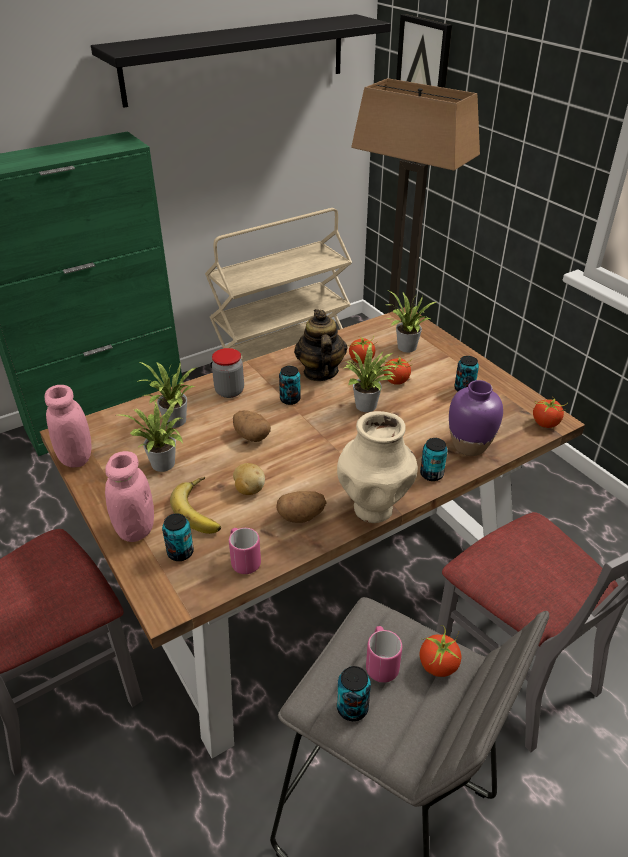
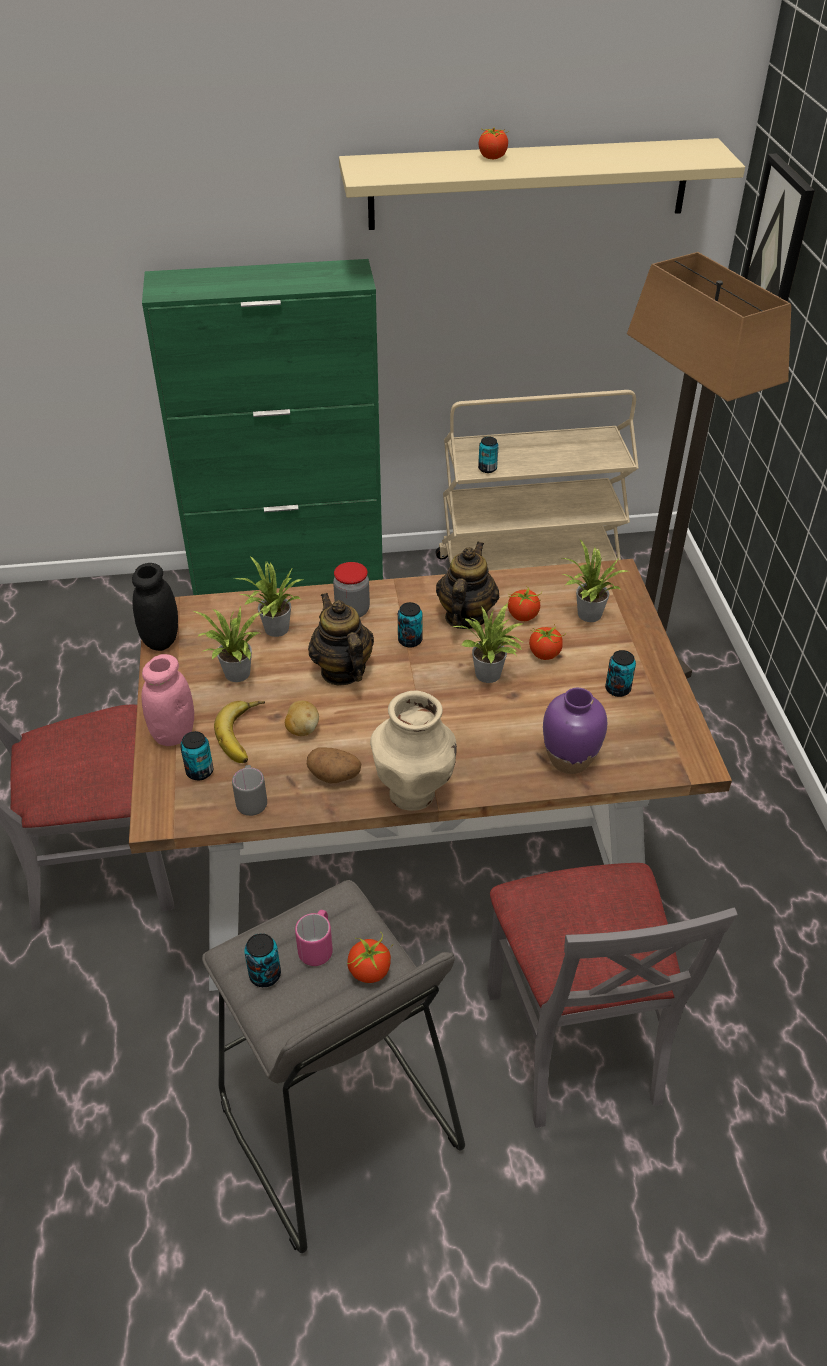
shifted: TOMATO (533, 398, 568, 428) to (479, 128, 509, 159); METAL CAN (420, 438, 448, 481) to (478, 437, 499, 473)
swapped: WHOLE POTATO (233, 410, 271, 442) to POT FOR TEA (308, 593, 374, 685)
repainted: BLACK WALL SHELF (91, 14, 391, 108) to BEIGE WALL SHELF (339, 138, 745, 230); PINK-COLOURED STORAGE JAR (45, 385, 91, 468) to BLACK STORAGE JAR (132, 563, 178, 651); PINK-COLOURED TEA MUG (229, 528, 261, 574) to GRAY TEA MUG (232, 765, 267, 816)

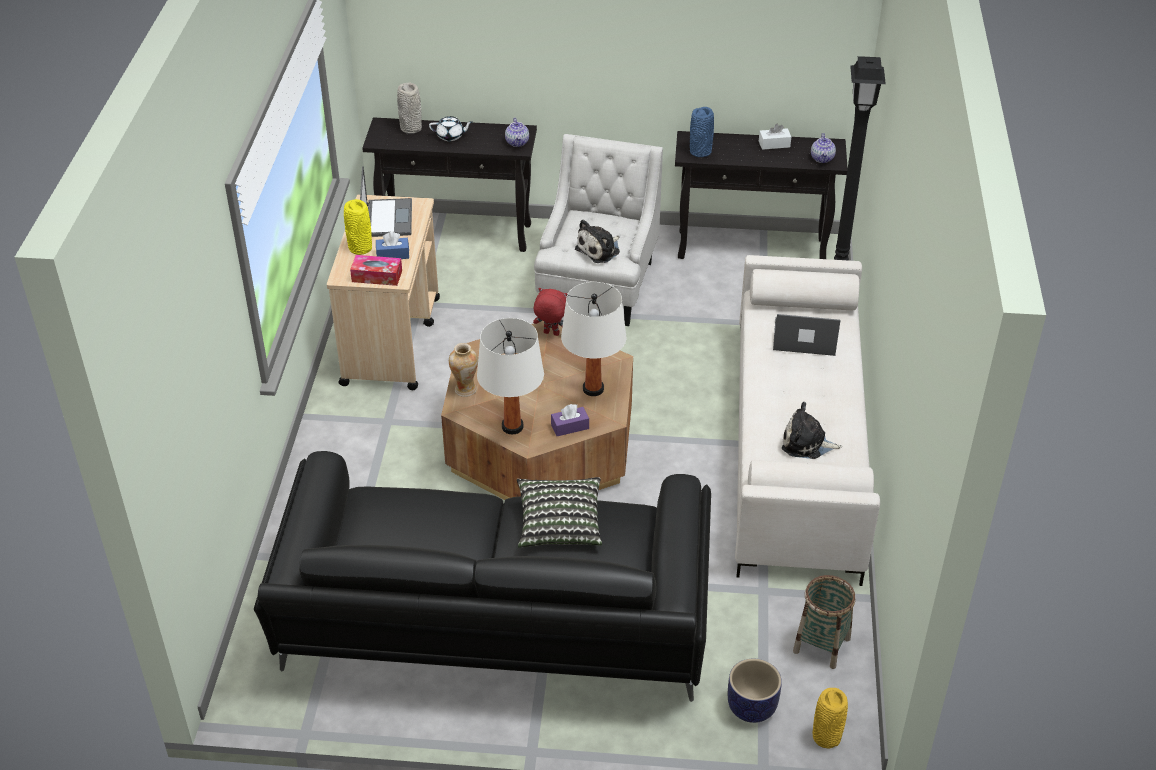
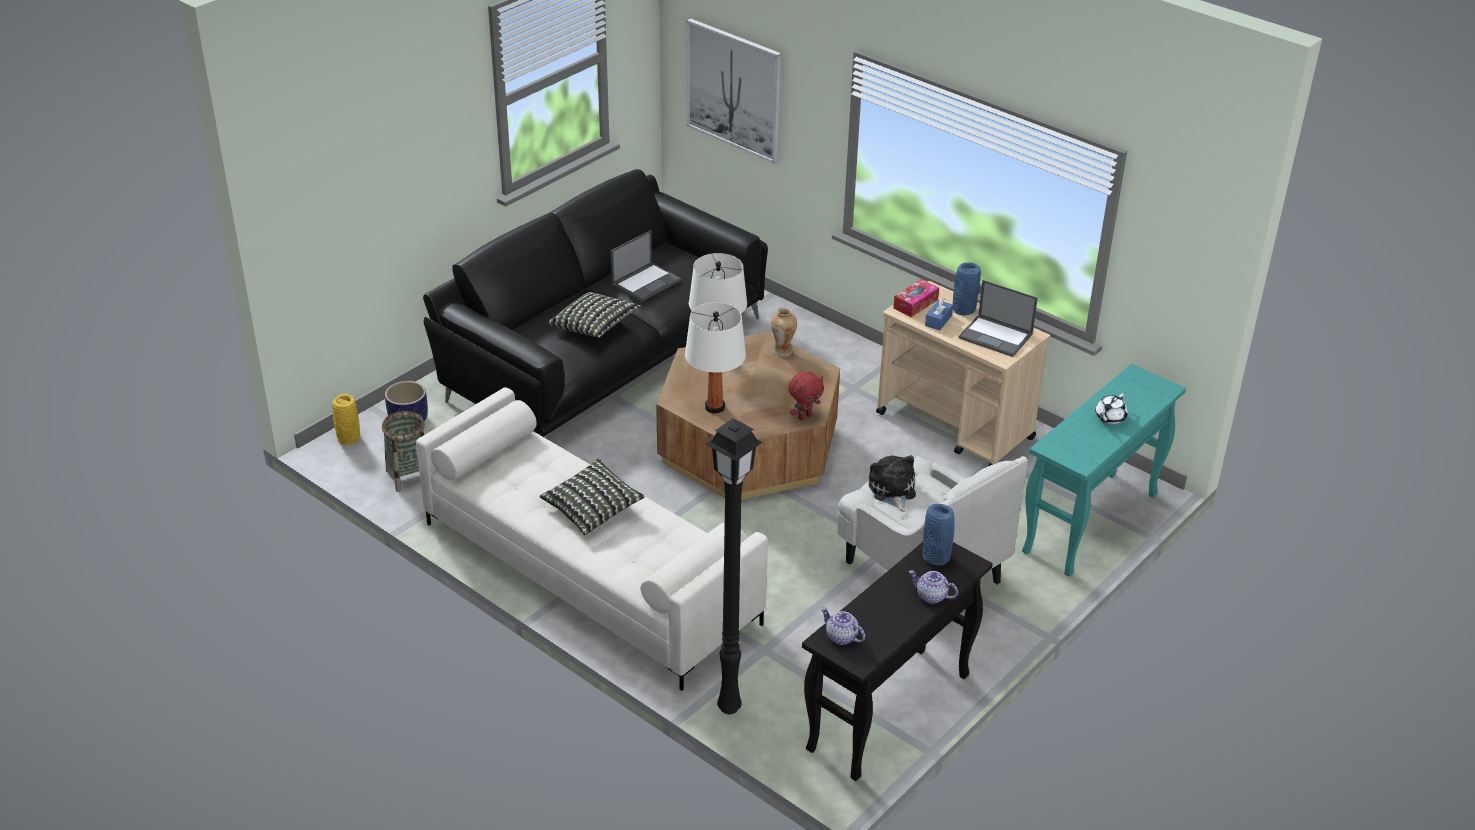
gone: GRAY DECORATIVE VASE (397, 83, 422, 134); WHITE-COLOURED TISSUE HOLDER (759, 124, 791, 150); SOFT TOY (782, 402, 842, 459); PURPLE-COLOURED TISSUE HOLDER (551, 404, 589, 436)
new: WALL PICTURE (687, 18, 781, 163); CUSHION (540, 458, 645, 535)
shifted: POT FOR TEA (505, 118, 529, 147) to (909, 570, 958, 604); NOTEBOOK COMPUTER (773, 314, 841, 356) to (611, 230, 681, 302)
repainted: BLACK NARROW TABLE (362, 117, 537, 252) to TURQUOISE-COLOURED NARROW TABLE (1022, 364, 1186, 576); YELLOW-COLOURED DECORATIVE VASE (344, 199, 372, 255) to BLUE DECORATIVE VASE (953, 262, 981, 315)

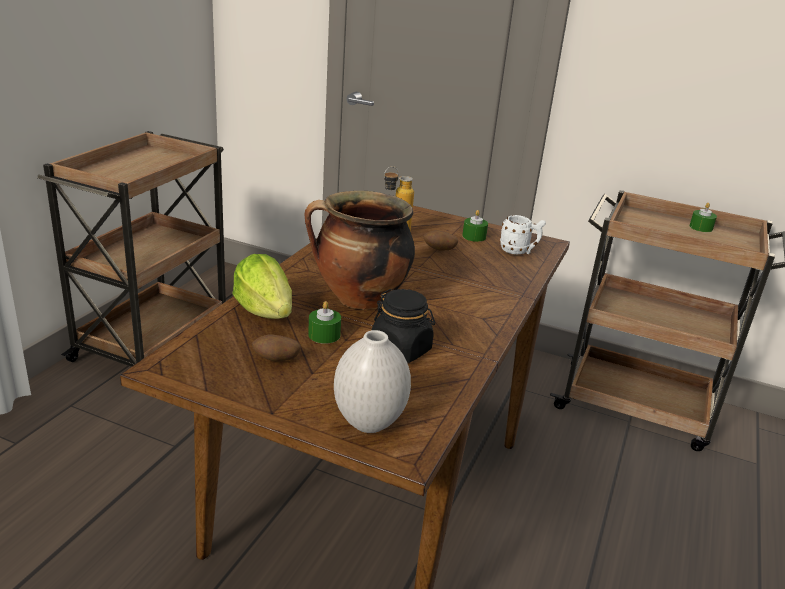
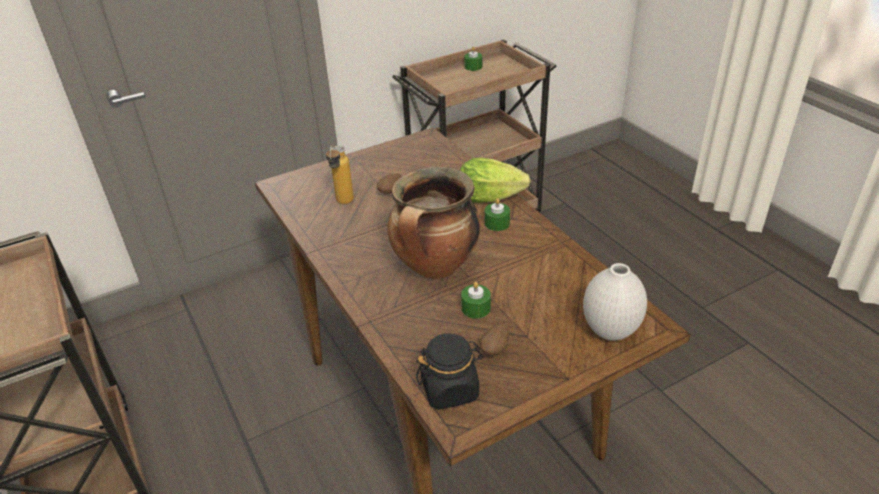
gone: WHITE-COLOURED TEA MUG (500, 215, 546, 254)
shifted: GREEN WAX CANDLE (462, 210, 488, 242) to (485, 198, 510, 231); LETTUCE HEAD (233, 254, 292, 319) to (460, 158, 531, 203); BLACK STORAGE JAR (372, 289, 435, 363) to (416, 333, 484, 410)

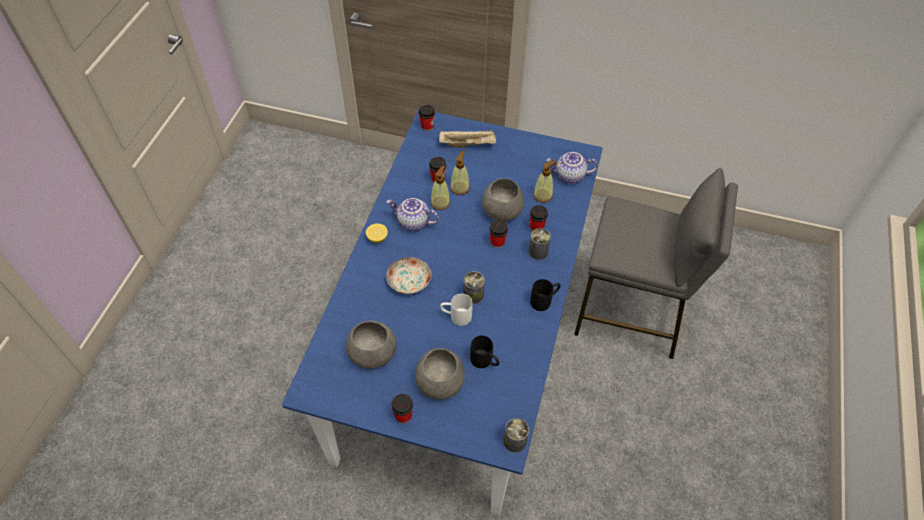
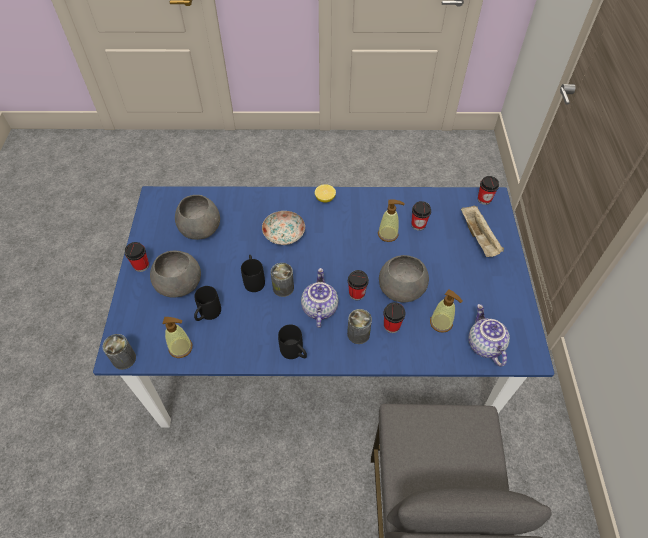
shifted: SOAP DISPENSER (450, 151, 470, 195) to (163, 317, 192, 358); POT FOR TEA (386, 198, 439, 231) to (301, 268, 338, 328)
repainted: WHITE-COLOURED TEA MUG (440, 294, 472, 326) to BLACK TEA MUG (241, 255, 265, 292)

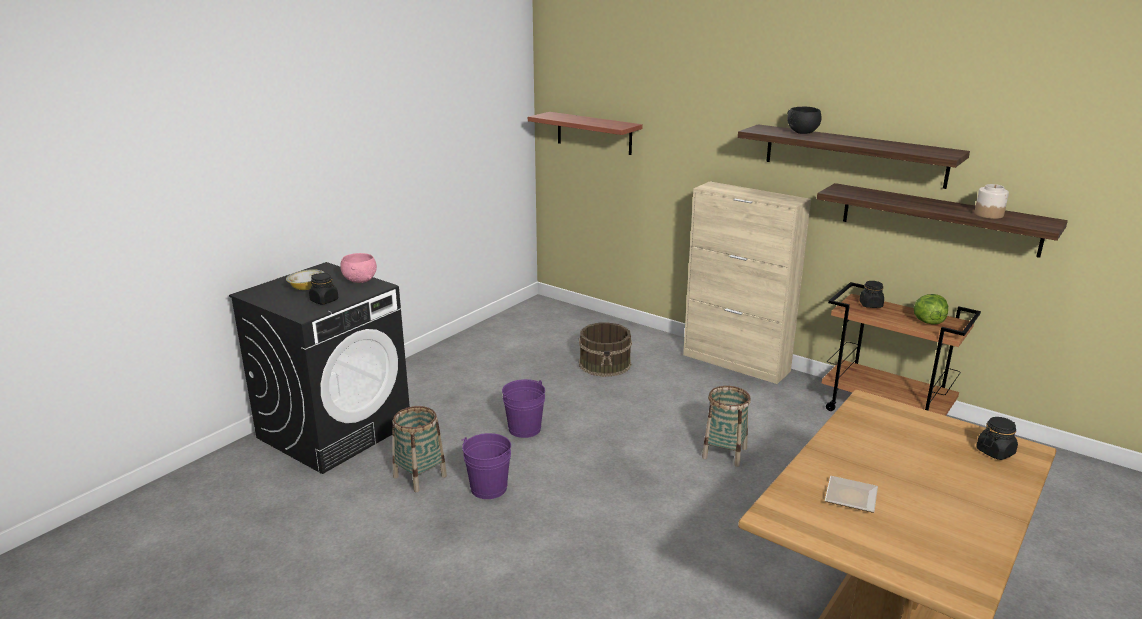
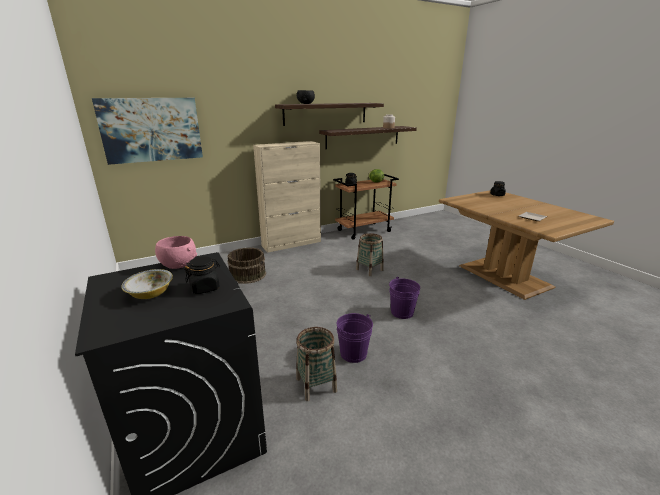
shifted: PURPLE-COLOURED WATER BUCKET (502, 379, 545, 438) to (389, 277, 420, 319)
swapped: WALL SHELF (528, 112, 643, 155) to WALL PICTURE (92, 98, 203, 165)

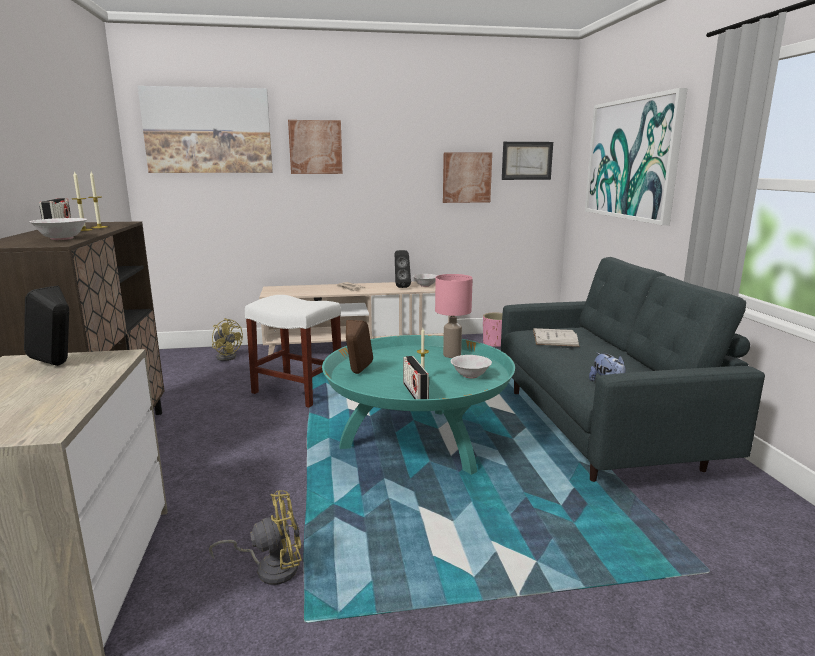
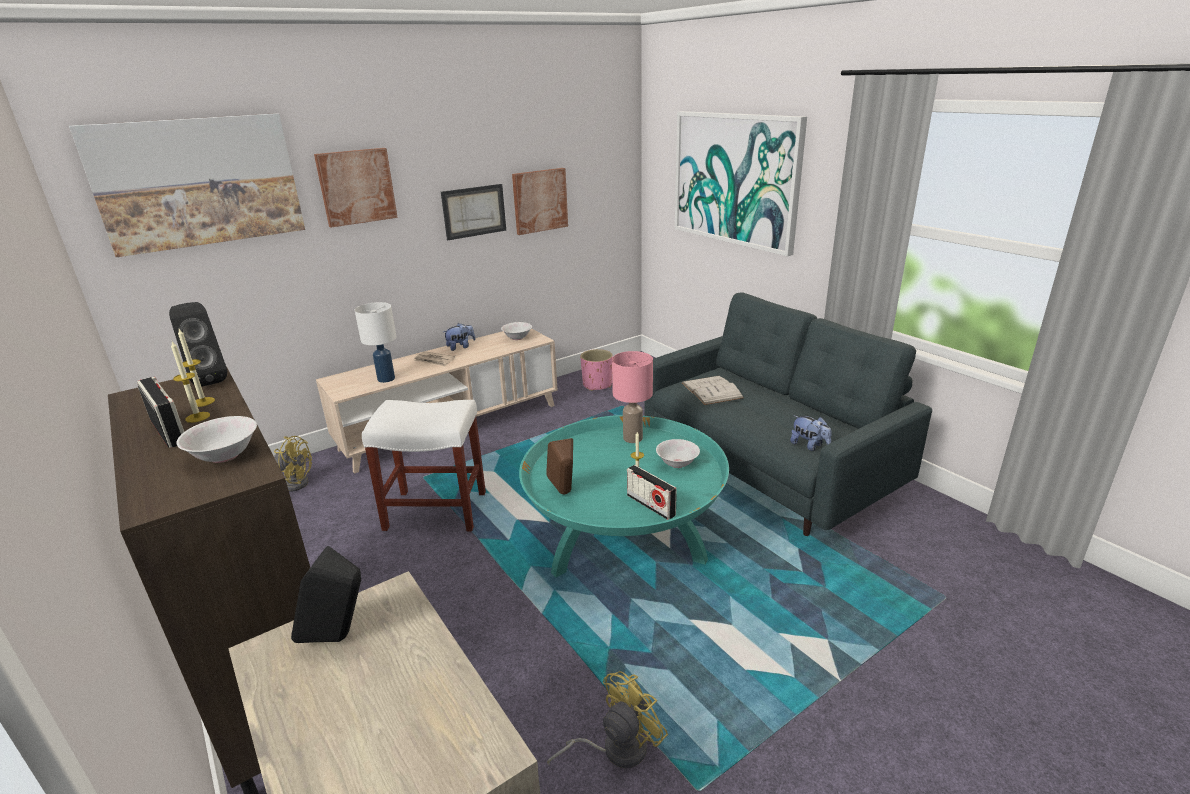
new: WHITE-COLOURED LAMP FOR A TABLE (355, 302, 397, 383); SOFT TOY (443, 323, 476, 351)
shifted: WALL PICTURE (502, 142, 553, 180) to (441, 184, 506, 240); BLACK LOUDSPEAKER (395, 250, 411, 288) to (169, 302, 227, 387)

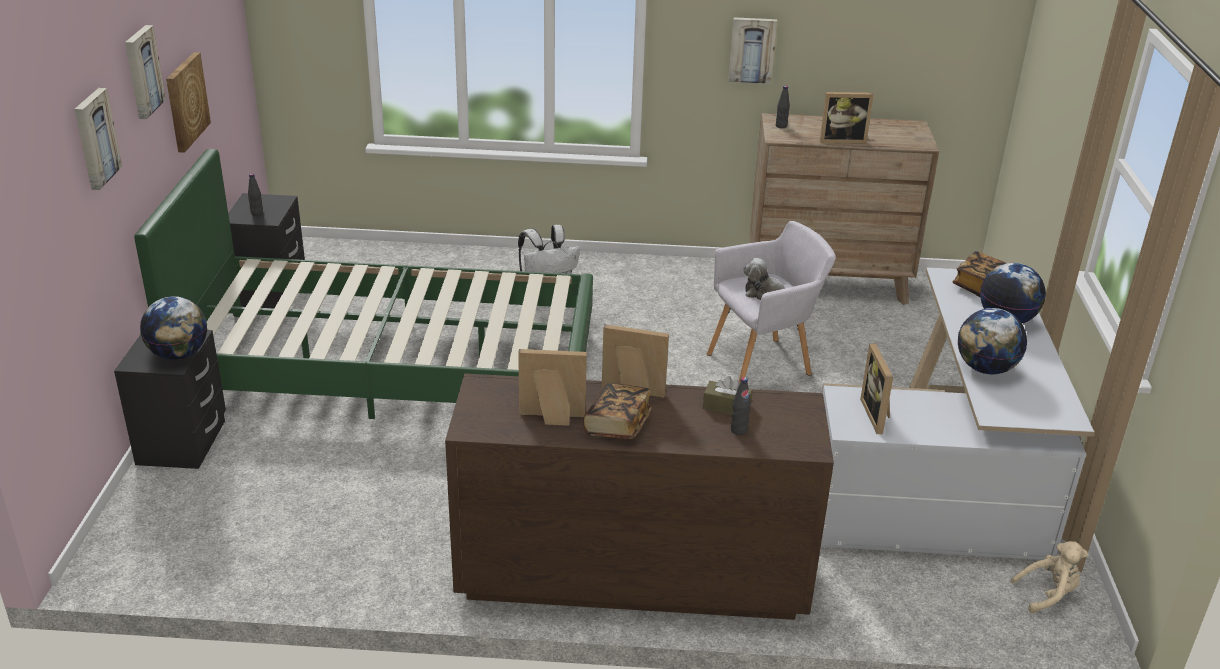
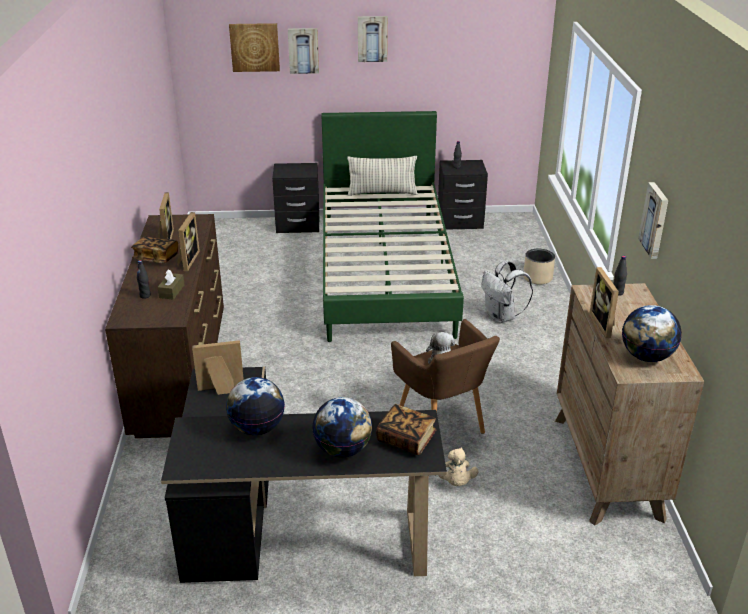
new: CUSHION (347, 156, 418, 196); BEIGE PLANTER (523, 249, 555, 285)
shifted: WALL PICTURE (166, 52, 211, 153) to (229, 23, 280, 72); DESK GLOBE (140, 296, 207, 360) to (622, 305, 682, 362); BEIGE SOFT TOY (1011, 541, 1088, 613) to (438, 448, 478, 486)
repainted: GRAY ARMCHAIR (707, 221, 836, 383) to BROWN-COLOURED ARMCHAIR (391, 319, 500, 434); WHITE-COLOURED DESK UNIT (821, 267, 1094, 560) to BLACK DESK UNIT (161, 366, 447, 583)

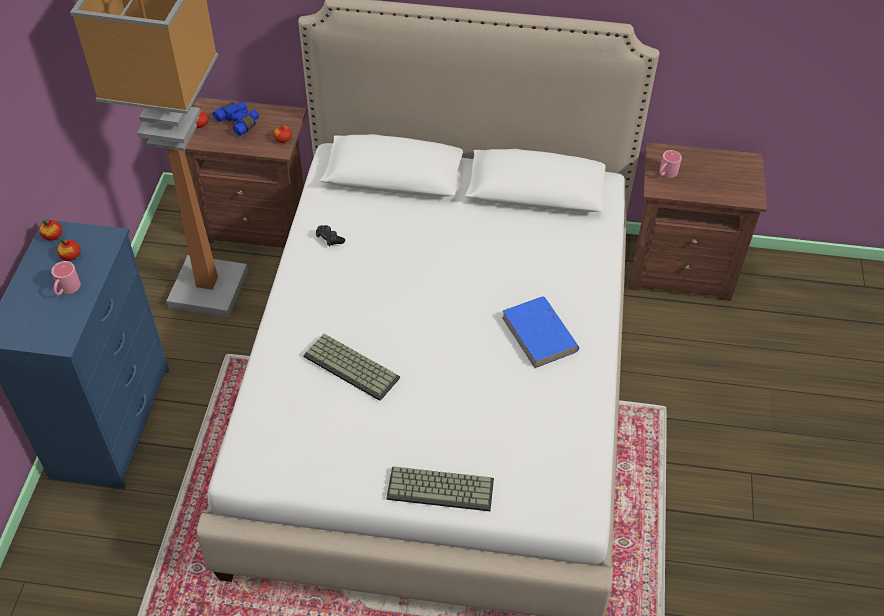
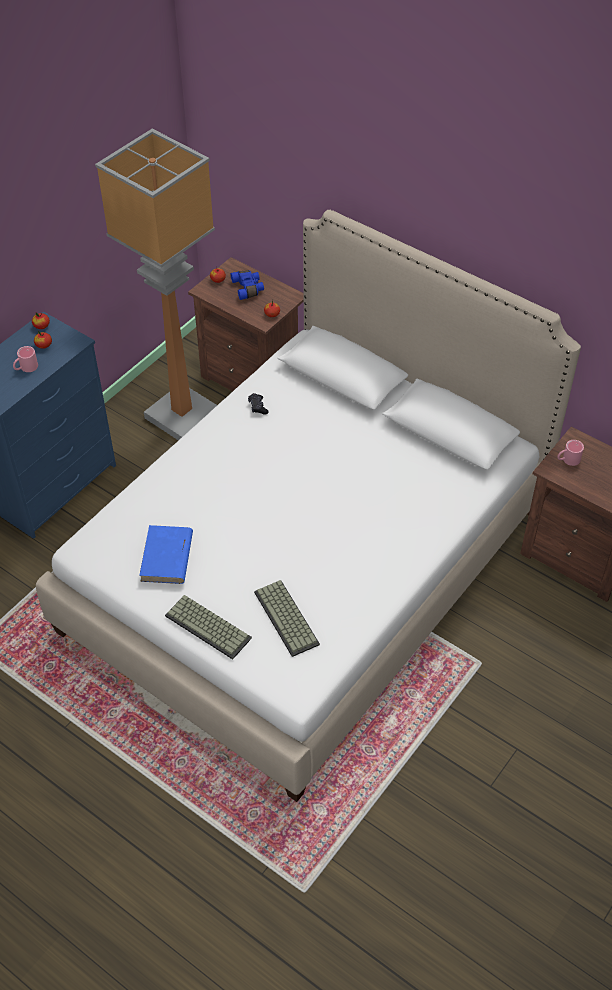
shifted: BLUE BOOK (502, 297, 579, 368) to (139, 525, 193, 584); KEYBOARD (303, 334, 400, 401) to (254, 580, 320, 657)

